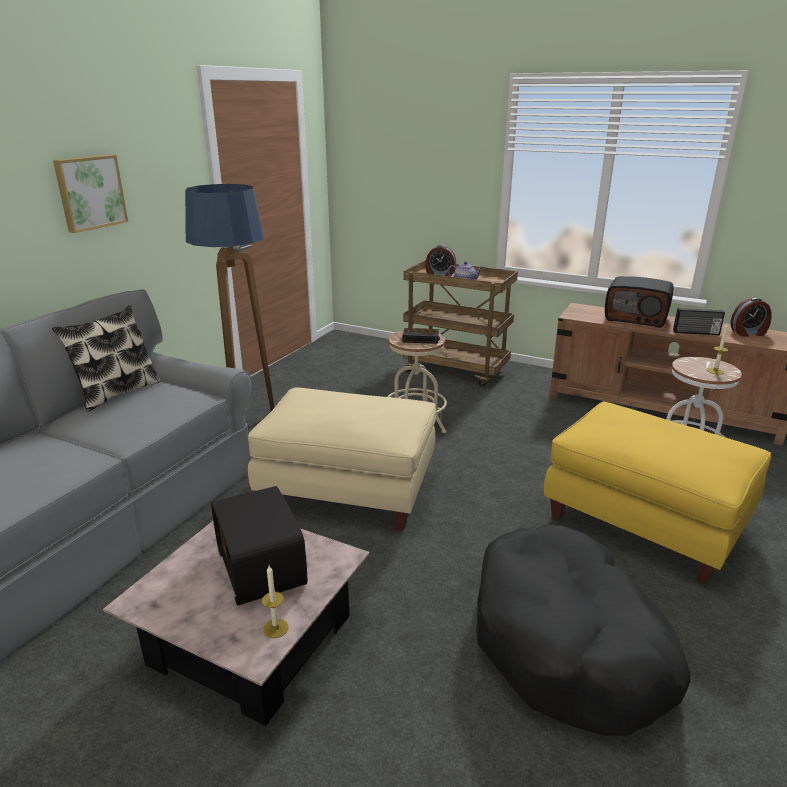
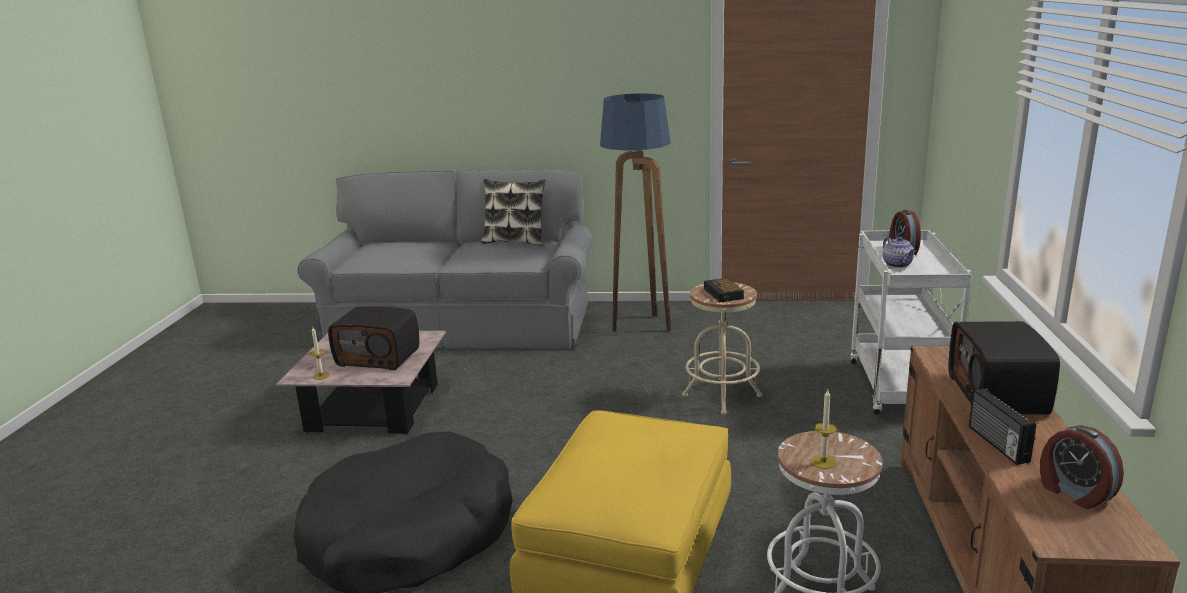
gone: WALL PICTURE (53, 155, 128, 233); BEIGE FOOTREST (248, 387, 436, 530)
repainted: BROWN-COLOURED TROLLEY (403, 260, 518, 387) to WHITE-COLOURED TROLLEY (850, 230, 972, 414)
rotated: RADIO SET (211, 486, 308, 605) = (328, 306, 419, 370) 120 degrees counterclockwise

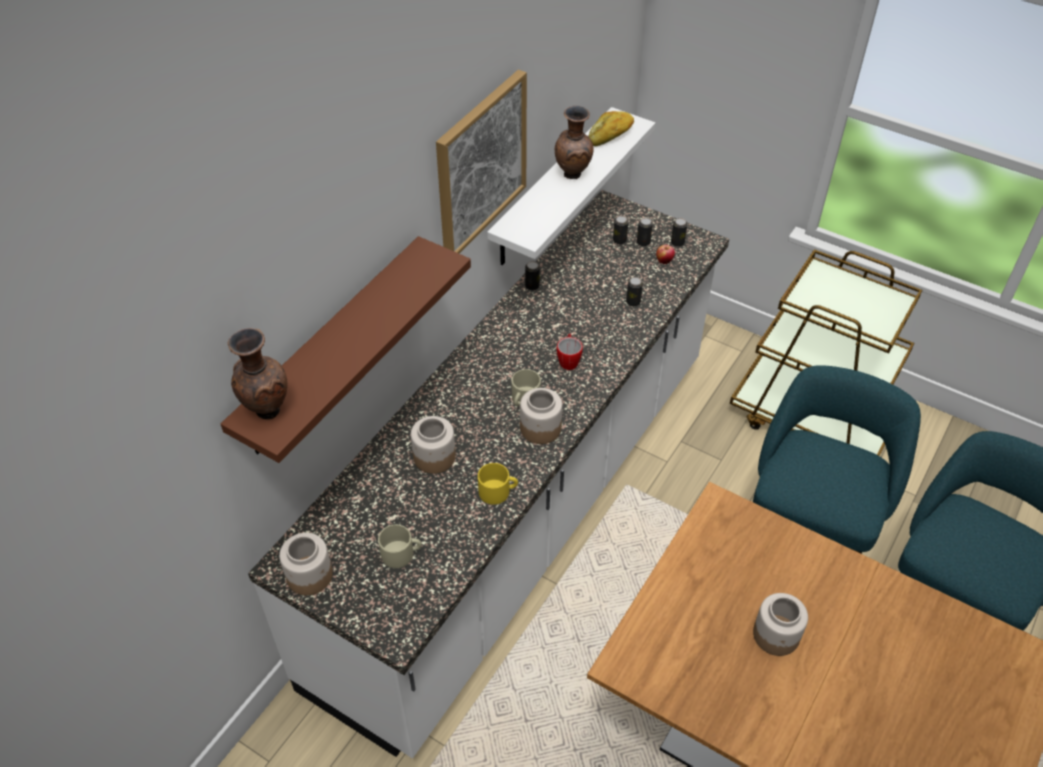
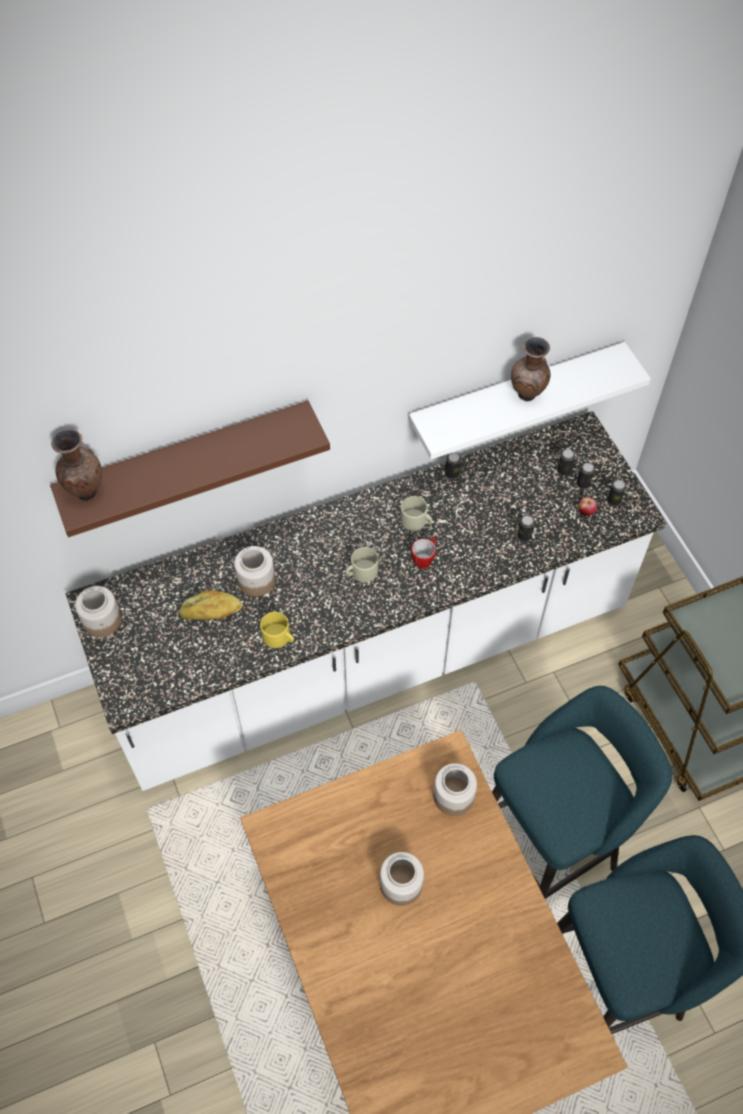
gone: WALL PICTURE (436, 69, 527, 254)
shifted: BAKED BREAD (589, 111, 634, 146) to (179, 590, 243, 620); STORAGE JAR (520, 388, 562, 444) to (433, 763, 477, 816); BEIGE TEA MUG (378, 525, 422, 568) to (401, 496, 433, 531)

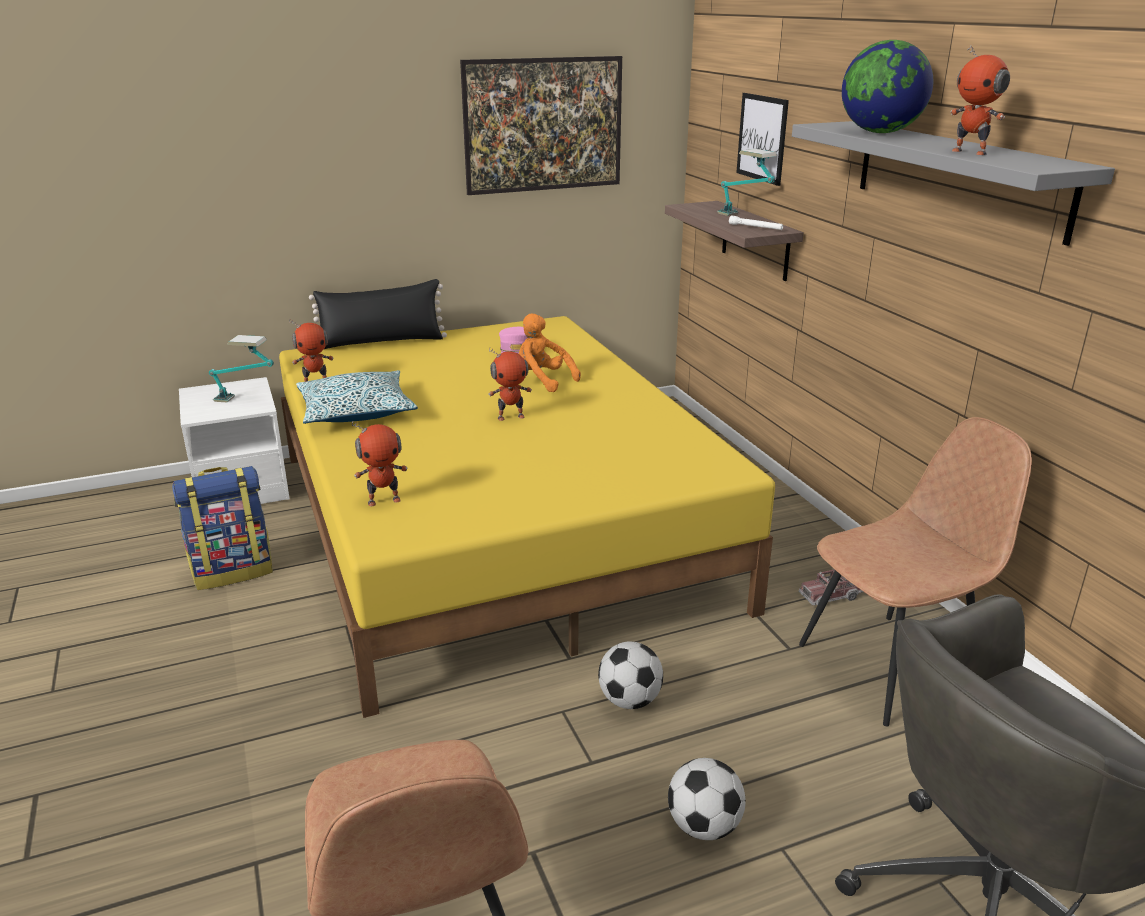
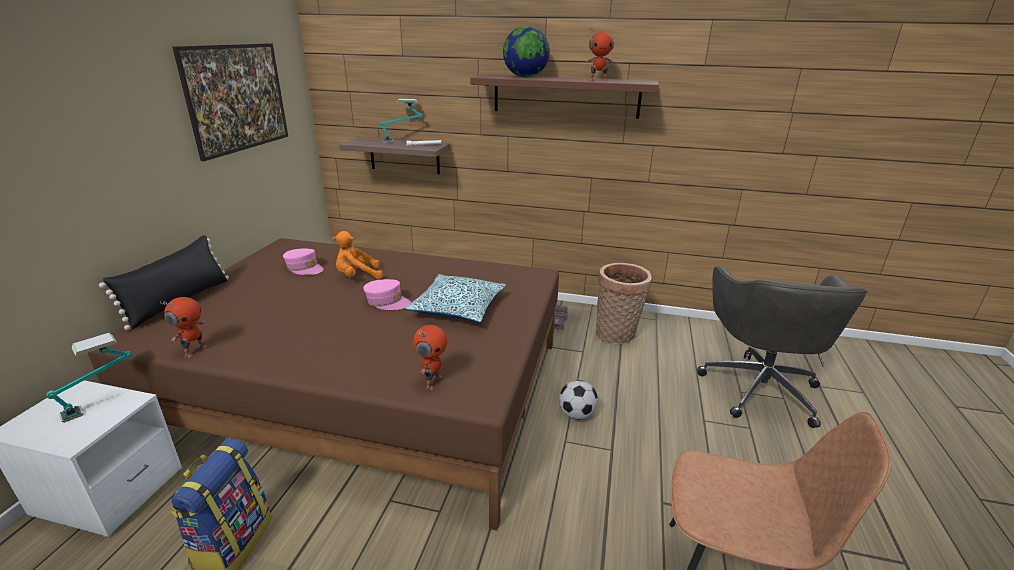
gone: WALL PICTURE (736, 93, 789, 186); BALL FOR FOOTBALL (668, 758, 746, 840)
shifted: CUSHION (296, 370, 418, 424) to (406, 274, 506, 323)
swapped: TOY ROBOT (488, 347, 532, 421) to PINK-COLOURED CAP (363, 279, 411, 310); BROWN-COLOURED CHAIR (799, 417, 1032, 726) to HOUSEHOLD BASKET (596, 263, 652, 344)
repainted: GRAY WALL SHELF (792, 121, 1115, 246) to BROWN-COLOURED WALL SHELF (470, 74, 659, 119); YELLOW-COLOURED BED (279, 316, 775, 718) to BROWN-COLOURED BED (88, 238, 559, 531)

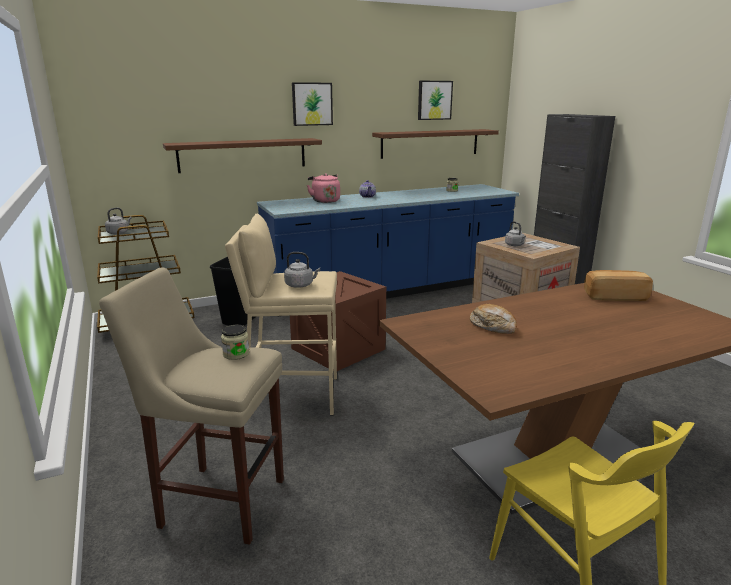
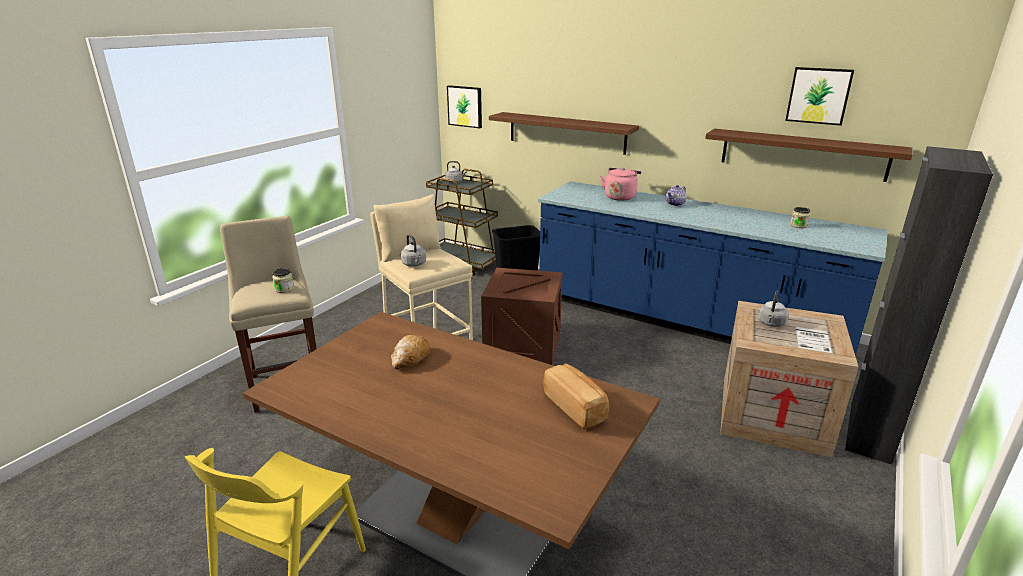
shifted: WALL PICTURE (292, 82, 333, 126) to (447, 85, 482, 128)

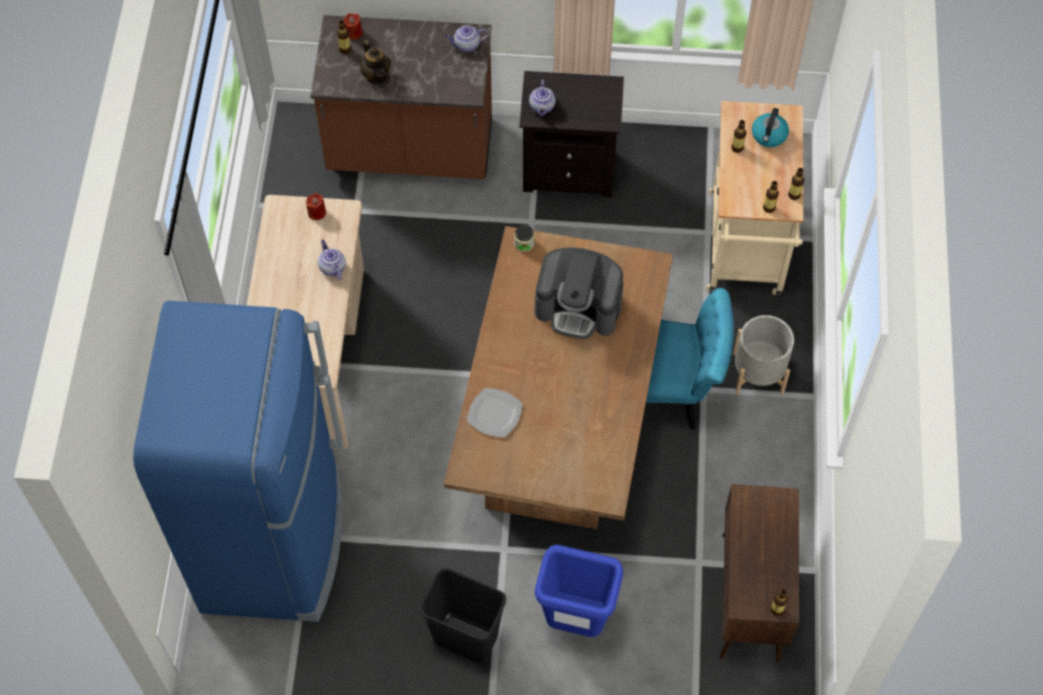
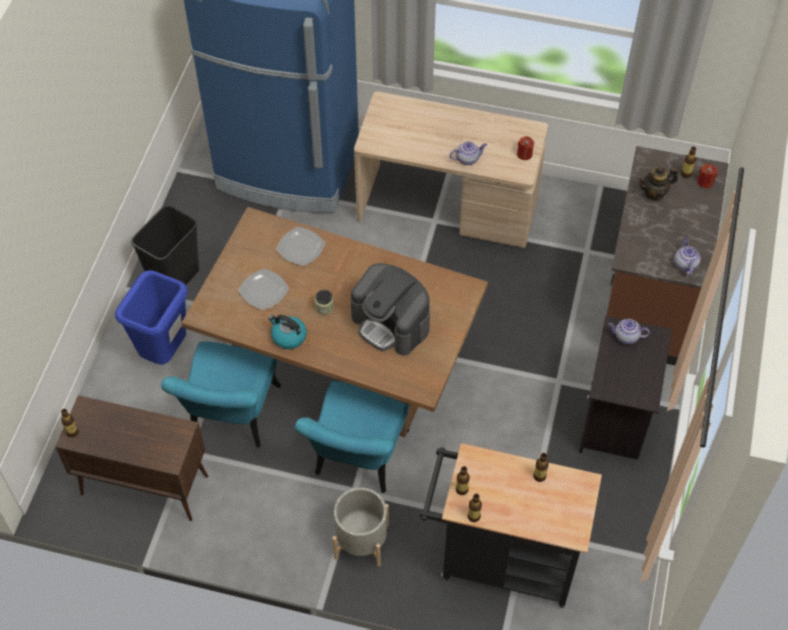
new: FLAT DISH (238, 268, 289, 310); TURQUOISE-COLOURED CHAIR (161, 341, 281, 448)
shifted: KETTLE (752, 108, 789, 147) to (268, 315, 307, 349); STORAGE JAR (514, 225, 535, 252) to (315, 290, 334, 315)
repainted: BEIGE TROLLEY (706, 101, 803, 295) to BLACK TROLLEY (420, 443, 602, 608)
rotated: COFFEE BREWER (535, 247, 624, 339) = (350, 263, 430, 356) 75 degrees counterclockwise

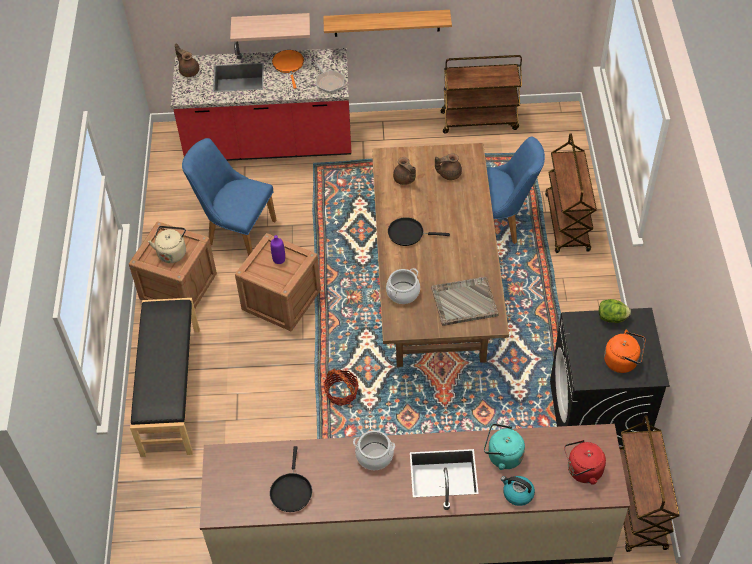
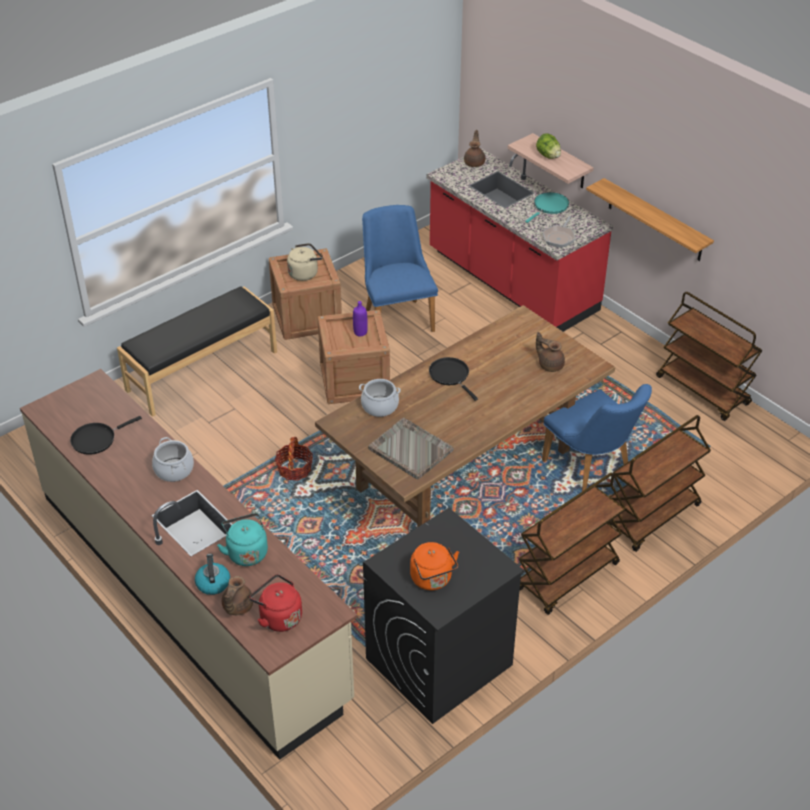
shifted: BROWN-COLOURED POT FOR TEA (393, 157, 416, 185) to (222, 576, 253, 615); LETTUCE HEAD (599, 299, 631, 323) to (536, 134, 561, 159); BROWN-COLOURED TROLLEY (619, 415, 680, 552) to (519, 473, 626, 615)
repainted: ORANGEY SKILLET (272, 50, 304, 89) to TURQUOISE-COLOURED SKILLET (525, 192, 569, 223)

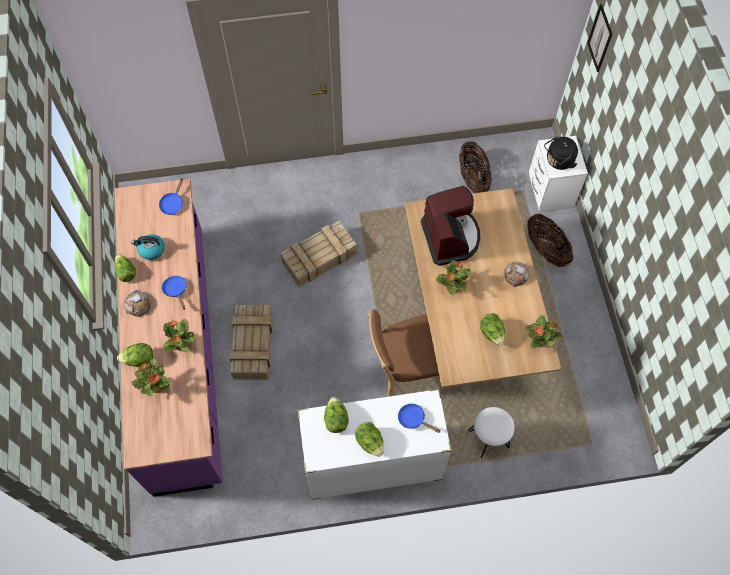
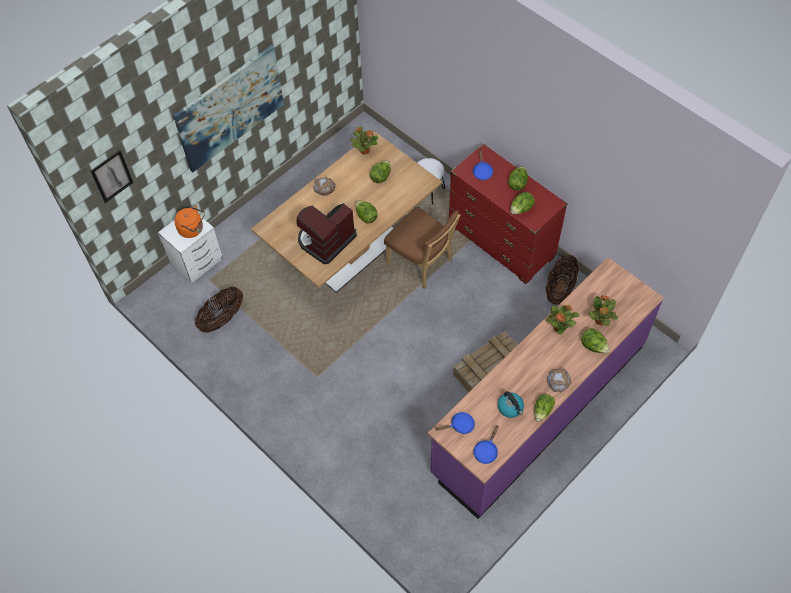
gone: CRATE (281, 221, 357, 287)
new: WALL PICTURE (173, 45, 284, 172)
shifted: HOUSEHOLD BASKET (527, 214, 573, 267) to (546, 254, 579, 305); BLUE SKILLET (162, 276, 187, 310) to (473, 425, 499, 464)
swapped: PLANT IN A POT (436, 260, 471, 295) to LETTUCE HEAD (356, 201, 378, 224)
repainted: BLACK KETTLE (544, 136, 578, 170) to ORANGEY KETTLE (175, 205, 205, 238); WHITE-COLOURED CHEST OF DRAWERS (298, 389, 452, 500) to REDDISH CHEST OF DRAWERS (449, 143, 568, 284)

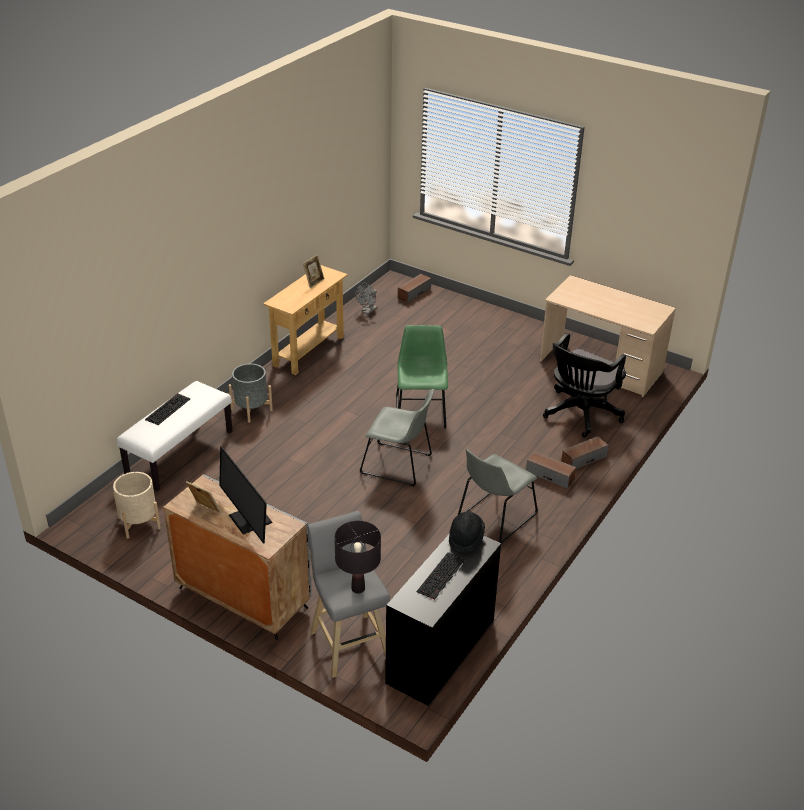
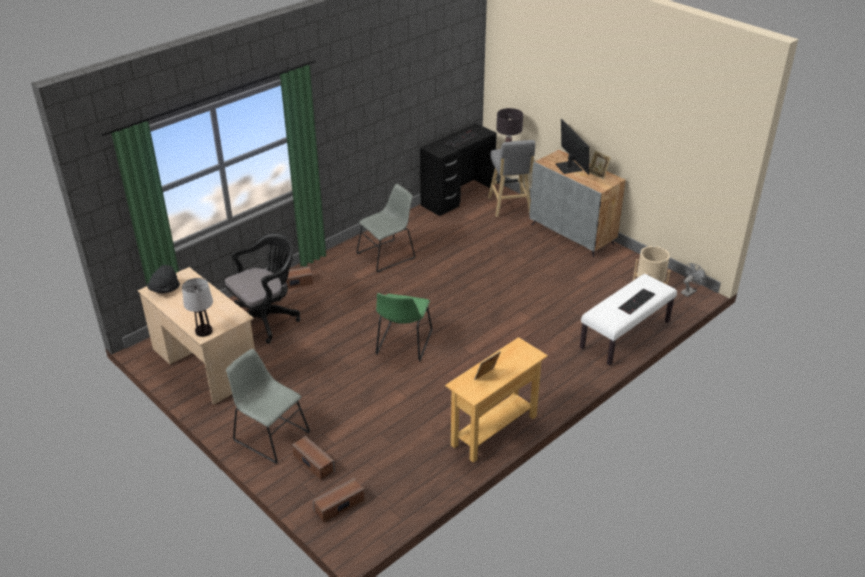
gone: GRAY PLANTER (229, 363, 273, 423)
new: LAMP FOR A TABLE (182, 278, 213, 337)
shifted: GRAY ELECTRIC FAN (355, 283, 377, 314) to (681, 263, 706, 297); GRAY CHAIR (359, 389, 434, 486) to (226, 349, 310, 464); LOUDSPEAKER (526, 451, 576, 489) to (292, 436, 335, 480); BLACK HAT (449, 512, 485, 554) to (147, 265, 180, 293)

